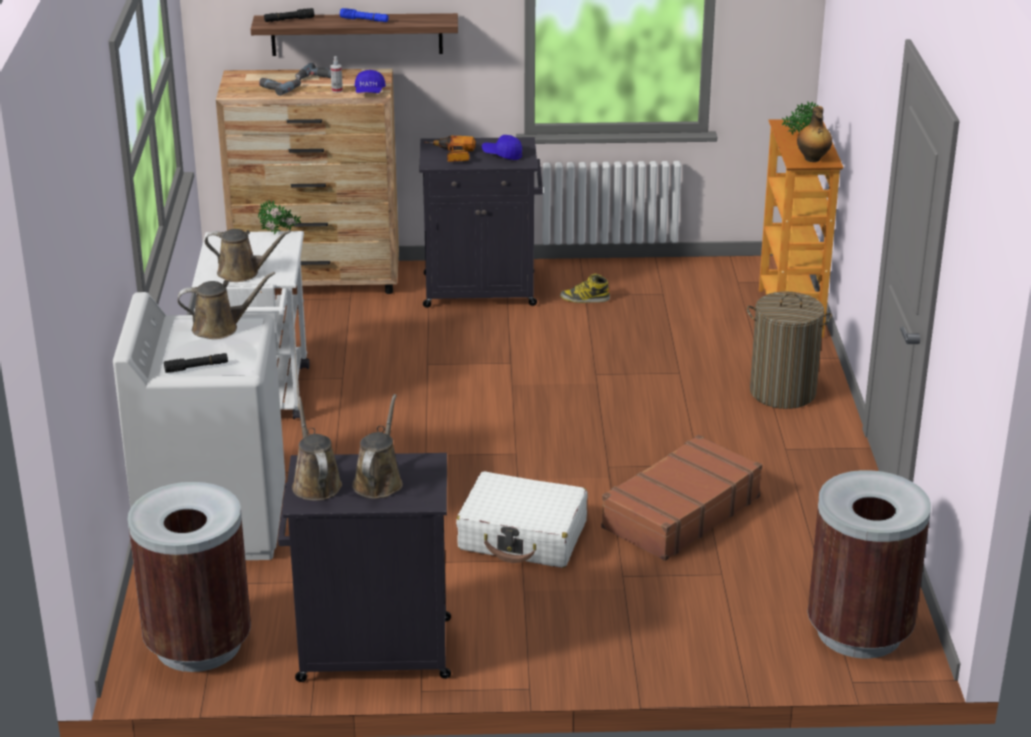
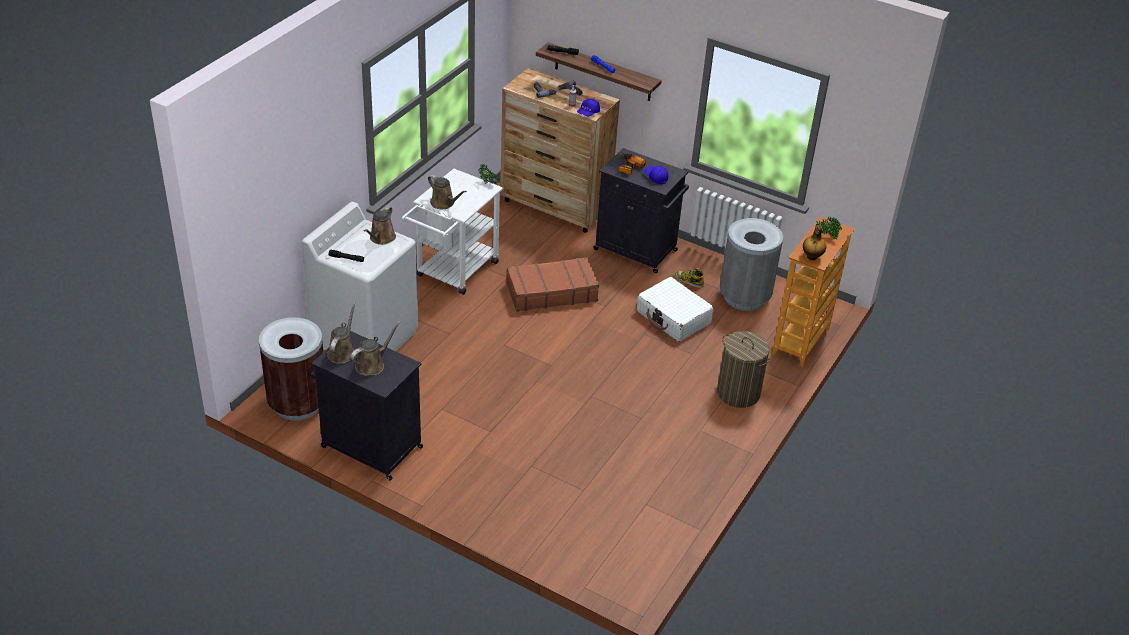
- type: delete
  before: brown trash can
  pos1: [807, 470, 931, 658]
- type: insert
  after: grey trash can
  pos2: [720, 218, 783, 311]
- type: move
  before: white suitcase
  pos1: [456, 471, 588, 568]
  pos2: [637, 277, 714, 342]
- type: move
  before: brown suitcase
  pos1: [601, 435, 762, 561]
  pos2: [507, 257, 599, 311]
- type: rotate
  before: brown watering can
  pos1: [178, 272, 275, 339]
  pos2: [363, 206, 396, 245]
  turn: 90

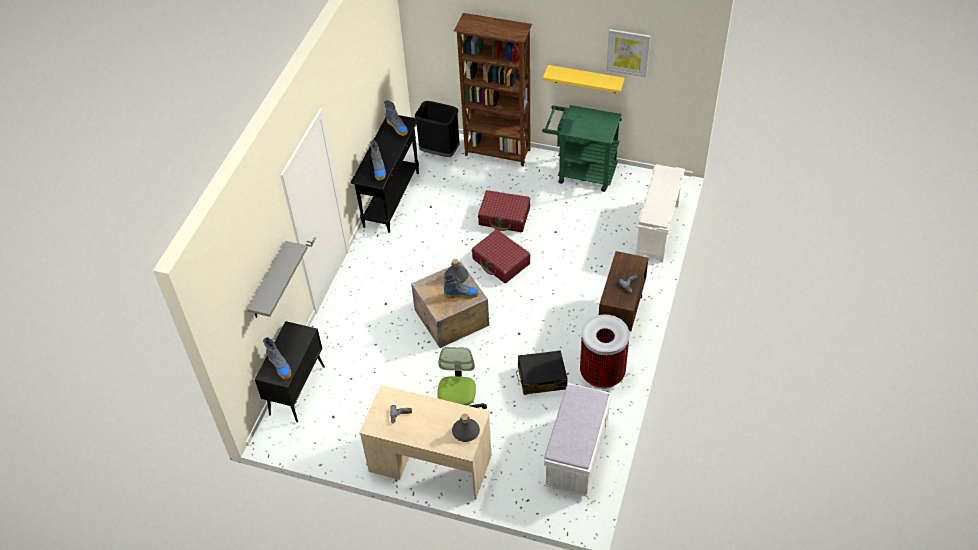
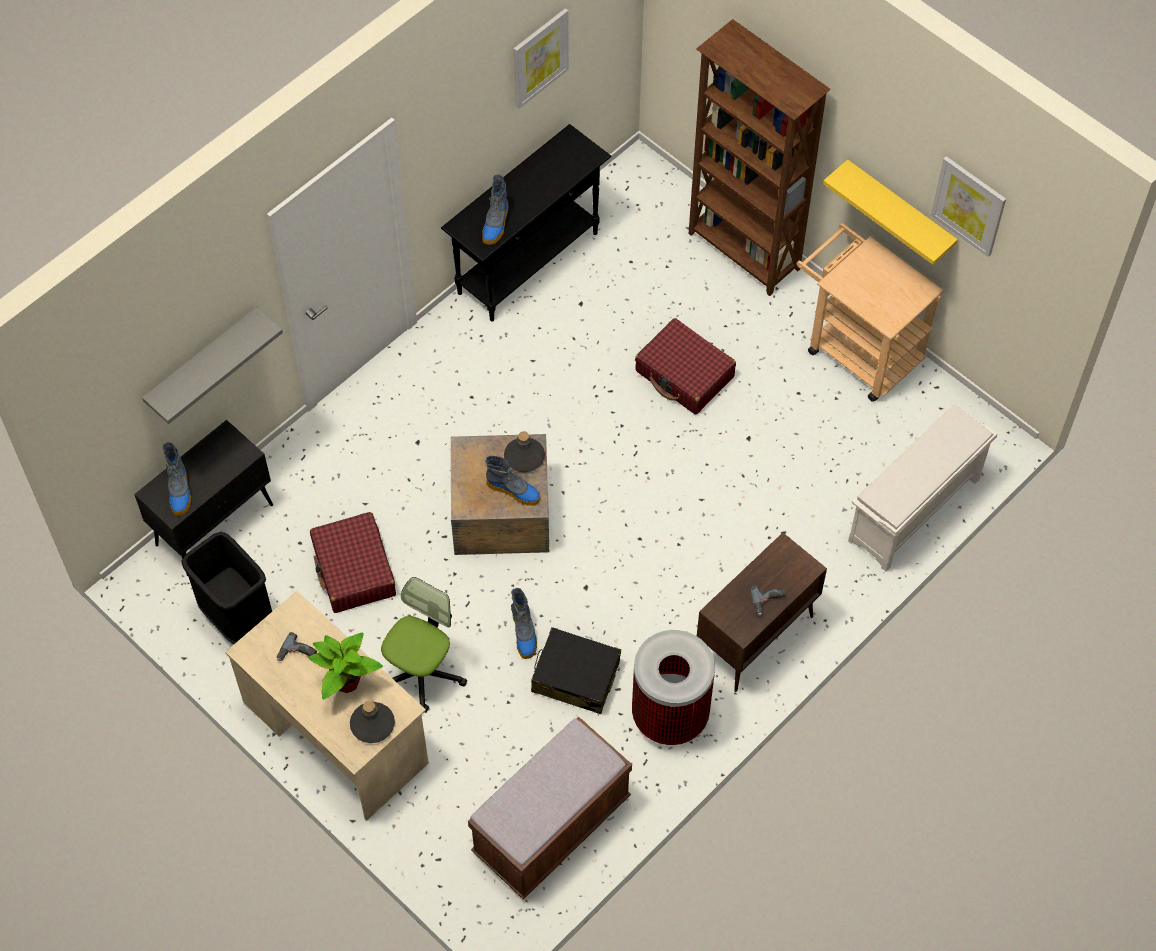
- type: insert
  after: potted plant
  pos2: [308, 633, 383, 699]
- type: insert
  after: picture
  pos2: [514, 8, 569, 109]
- type: move
  before: boot
  pos1: [384, 100, 408, 136]
  pos2: [511, 588, 537, 659]
- type: move
  before: black trash can
  pos1: [415, 101, 459, 157]
  pos2: [181, 531, 272, 645]
- type: move
  before: red suitcase
  pos1: [472, 229, 530, 283]
  pos2: [310, 512, 396, 613]
- type: recolor
  before: green cart
  after: beige cart
  pos1: [542, 105, 622, 192]
  pos2: [797, 223, 944, 402]
- type: recolor
  before: white bench
  after: brown bench
  pos1: [544, 383, 612, 497]
  pos2: [468, 717, 632, 900]

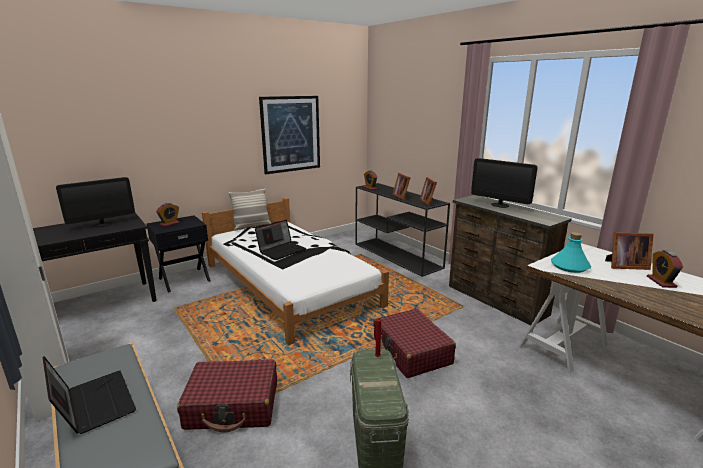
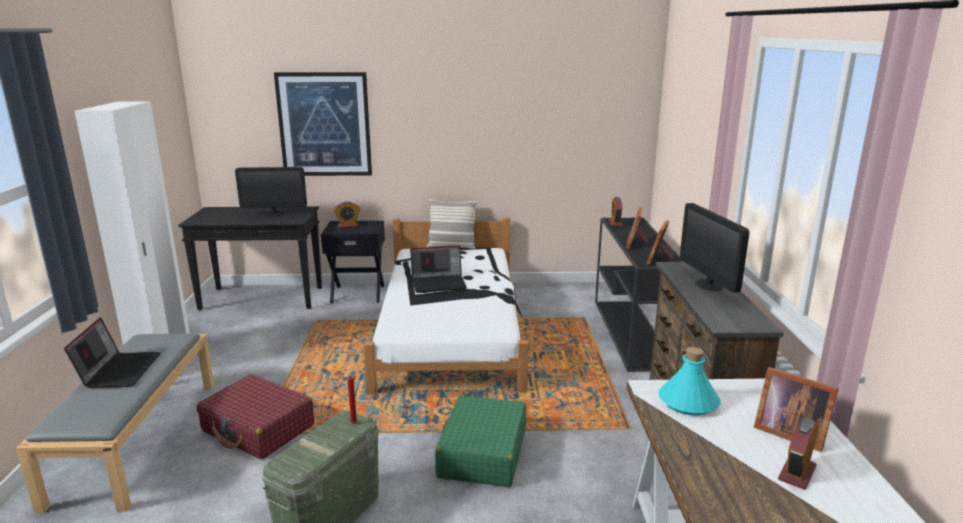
- type: move
  before: picture
  pos1: [259, 96, 320, 175]
  pos2: [274, 72, 372, 176]
- type: recolor
  before: red suitcase
  after: green suitcase
  pos1: [373, 309, 456, 378]
  pos2: [435, 395, 526, 487]

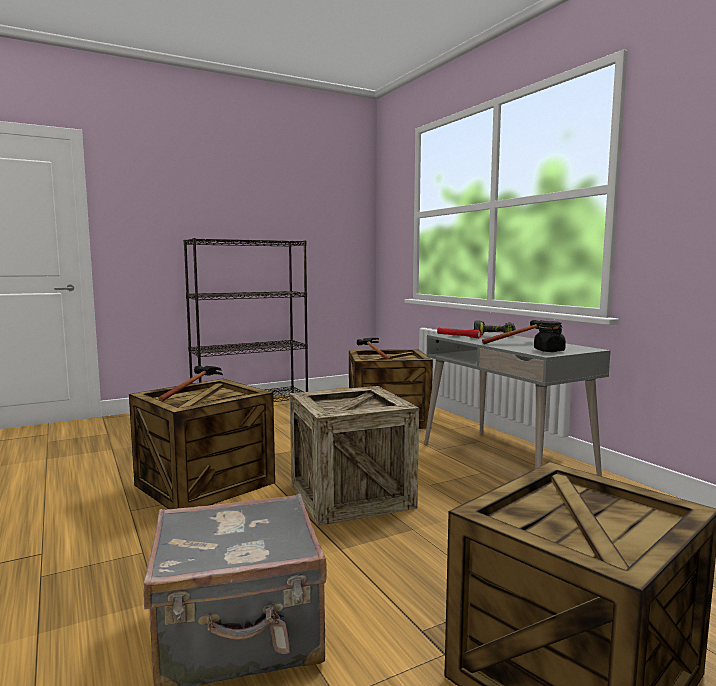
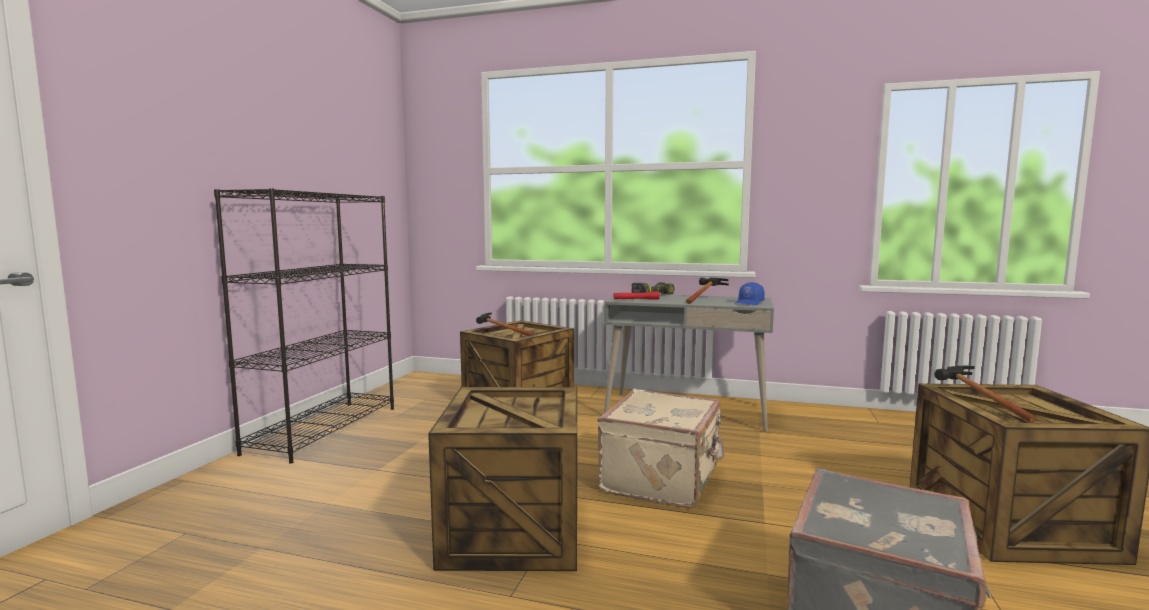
- type: move
  before: hammer
  pos1: [159, 366, 223, 401]
  pos2: [935, 366, 1037, 423]
- type: replace
  before: crate
  after: beige suitcase
  pos1: [290, 386, 419, 526]
  pos2: [598, 389, 724, 508]
- type: replace
  before: black jar
  after: blue cap
  pos1: [534, 321, 566, 352]
  pos2: [735, 282, 765, 305]

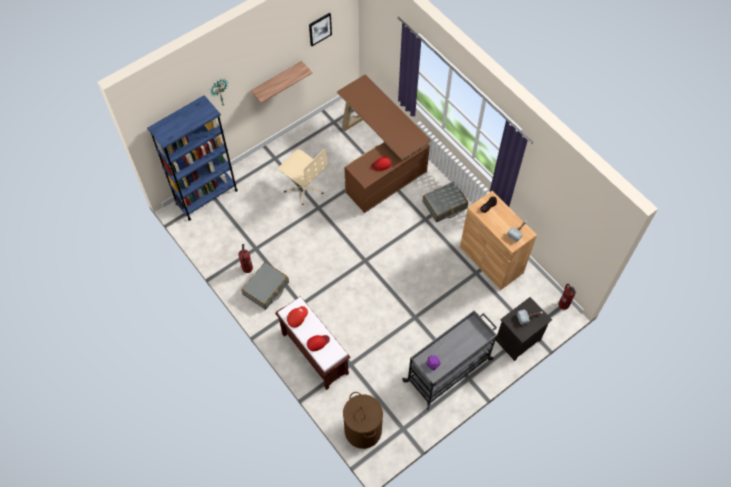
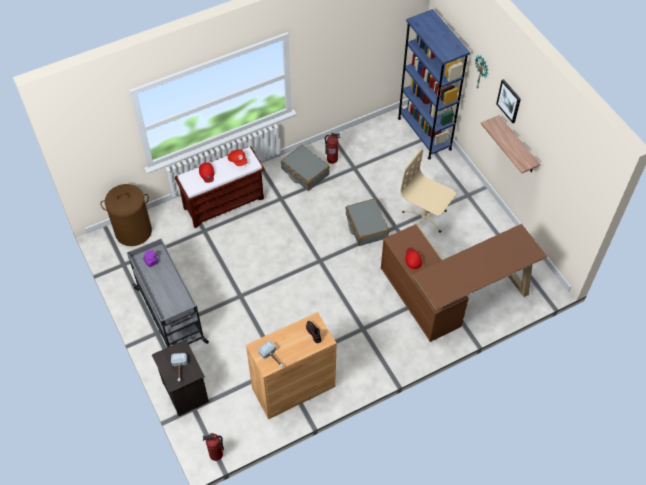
- type: move
  before: picture
  pos1: [309, 13, 332, 46]
  pos2: [496, 79, 521, 123]
- type: move
  before: grey suitcase
  pos1: [423, 182, 468, 222]
  pos2: [346, 199, 389, 246]
- type: rotate
  before: beige office chair
  pos1: [278, 149, 328, 205]
  pos2: [400, 149, 456, 233]
  turn: 75

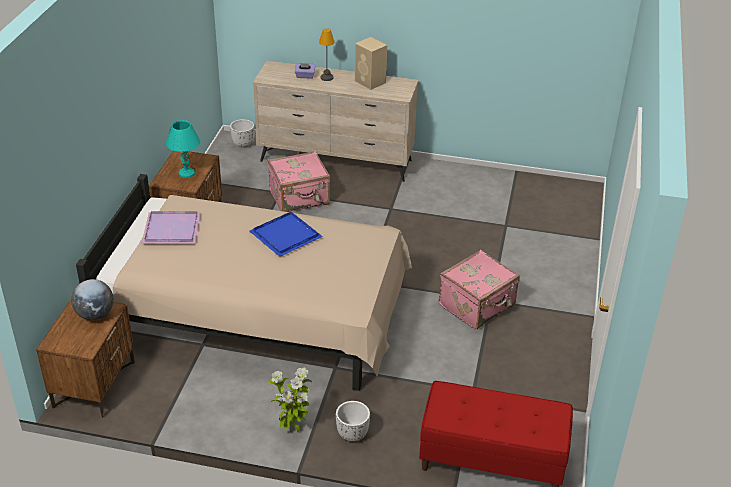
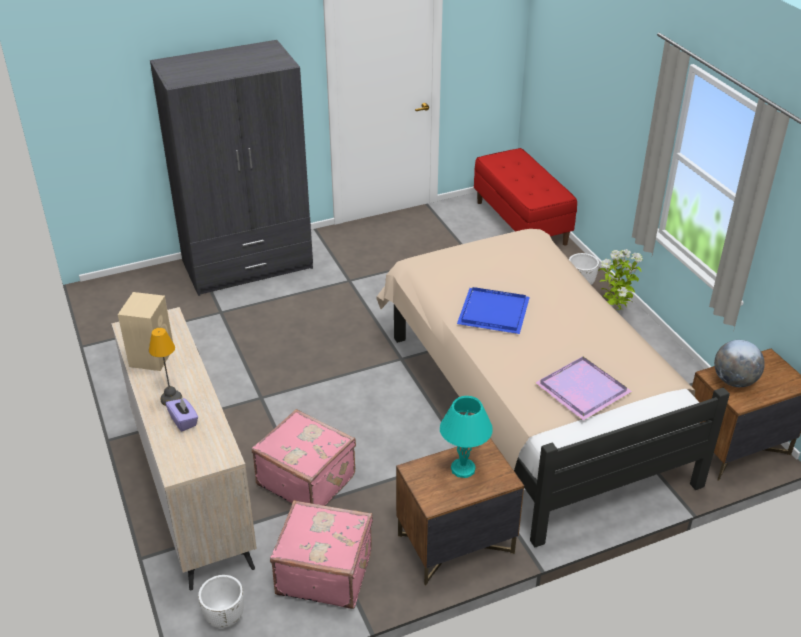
- type: insert
  after: grey wardrobe
  pos2: [150, 40, 313, 296]
- type: move
  before: pink suitcase
  pos1: [439, 250, 520, 329]
  pos2: [270, 500, 373, 609]

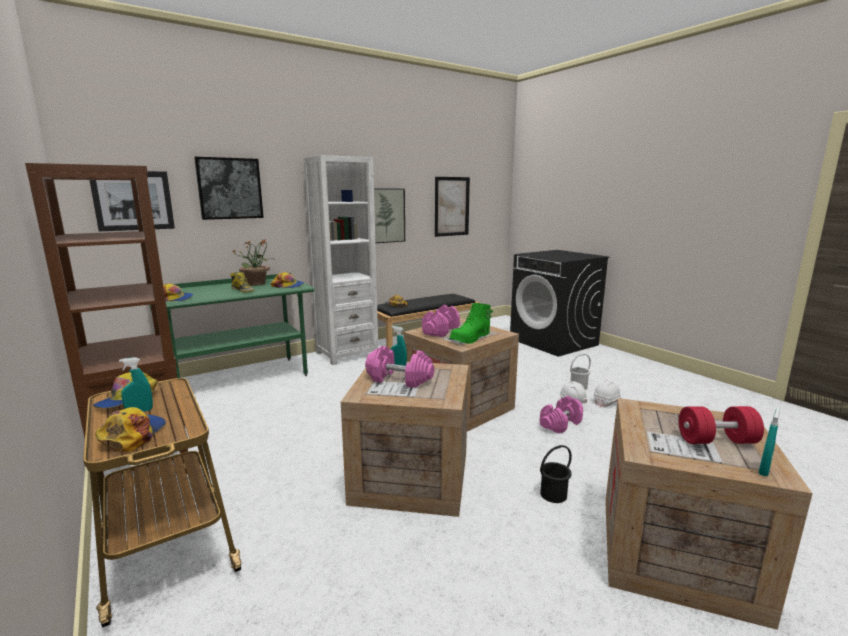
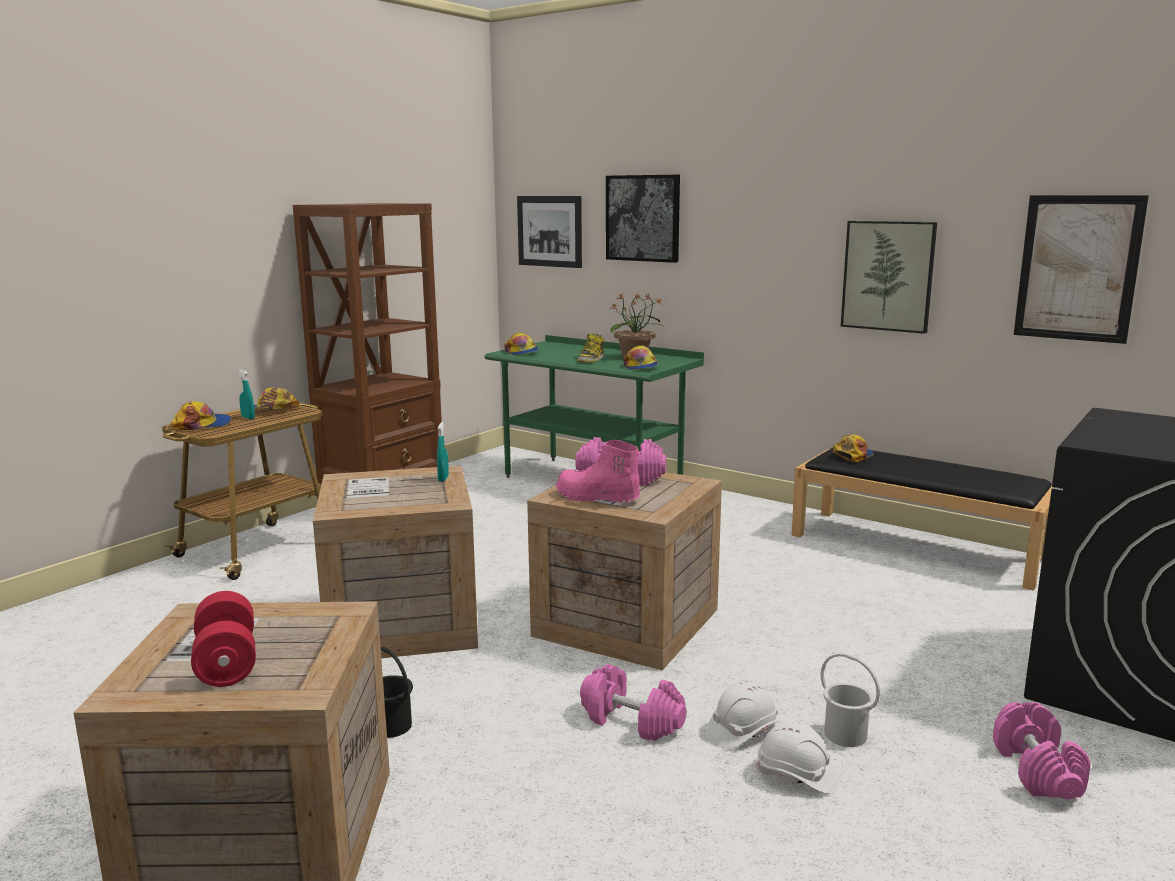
- type: delete
  before: white bookcase
  pos1: [304, 155, 378, 365]
- type: delete
  before: turquoise spray bottle
  pos1: [758, 408, 780, 476]
- type: move
  before: pink dumbbell
  pos1: [365, 346, 434, 388]
  pos2: [993, 702, 1091, 800]
- type: recolor
  before: green boot
  after: pink boot
  pos1: [450, 303, 493, 344]
  pos2: [556, 440, 640, 503]

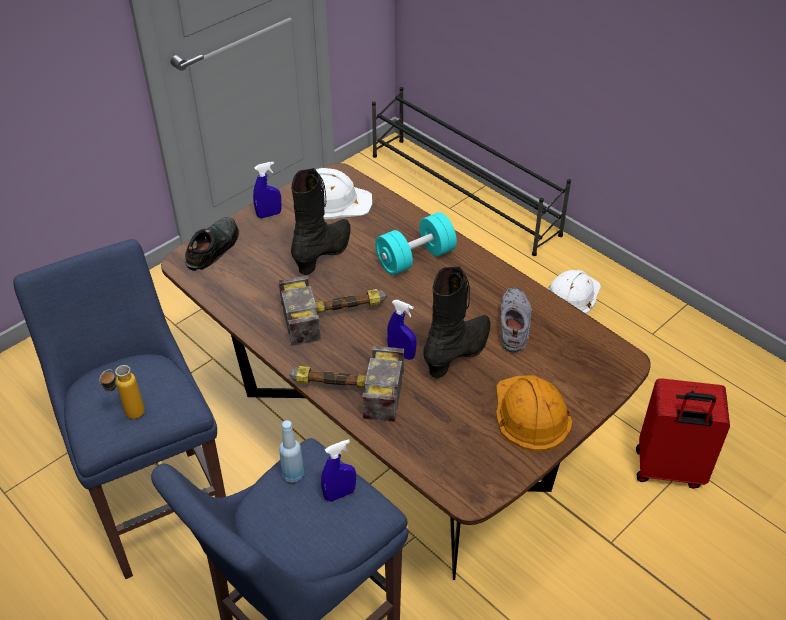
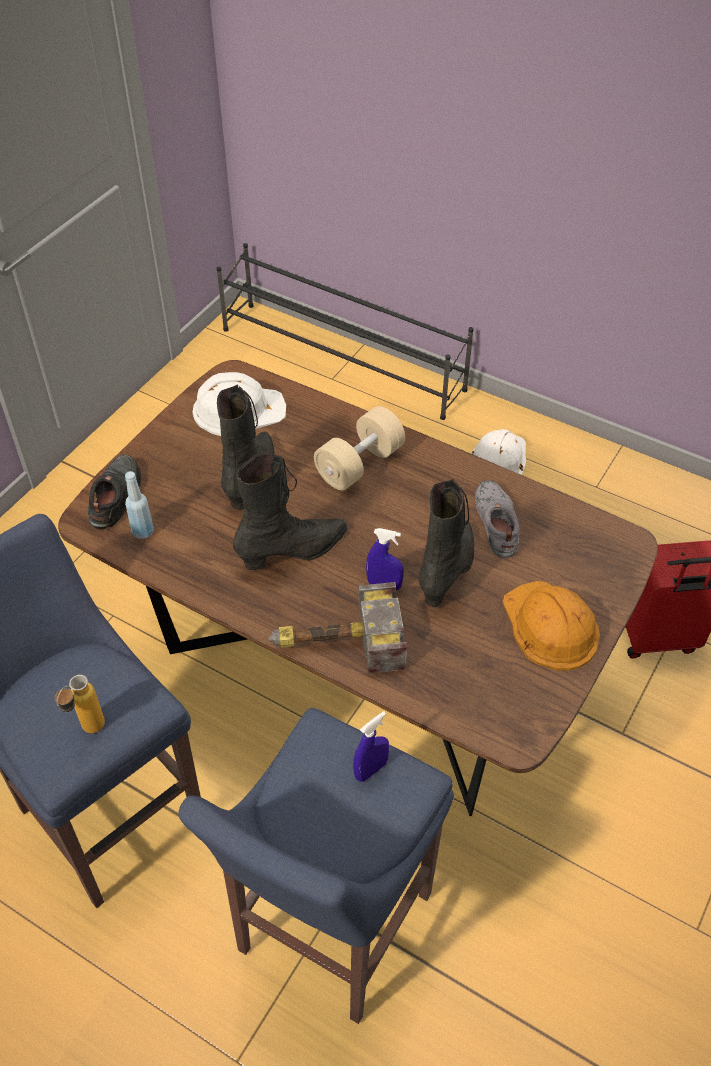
- type: delete
  before: blue spray bottle
  pos1: [253, 162, 282, 218]
- type: move
  before: blue bottle
  pos1: [279, 420, 304, 483]
  pos2: [125, 471, 154, 539]
- type: replace
  before: hammer
  after: black boot
  pos1: [279, 276, 387, 346]
  pos2: [233, 452, 348, 570]
- type: recolor
  before: turquoise dumbbell
  after: beige dumbbell
  pos1: [375, 212, 457, 275]
  pos2: [314, 406, 405, 490]

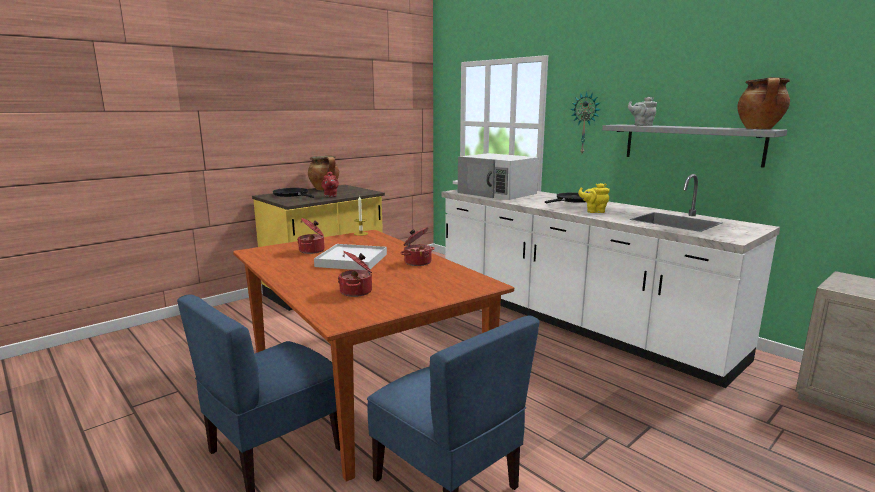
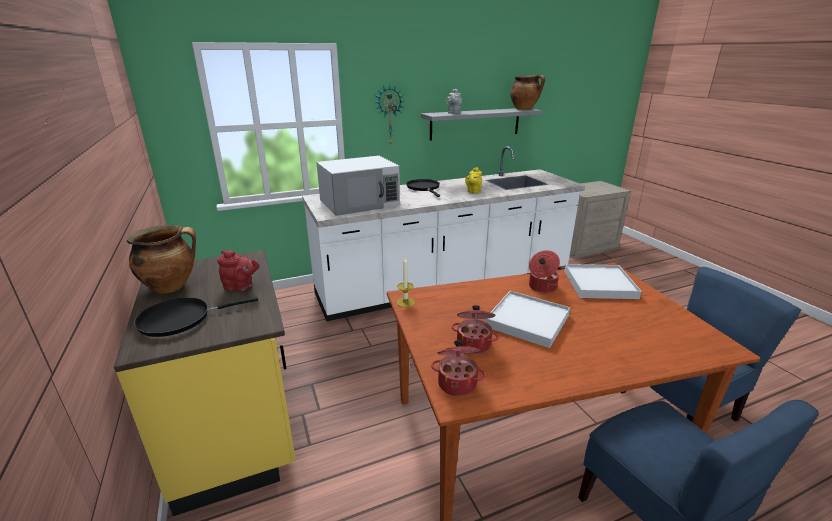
- type: insert
  after: white tray
  pos2: [564, 264, 642, 299]
- type: move
  before: cooking pot
  pos1: [338, 251, 372, 297]
  pos2: [431, 340, 486, 396]

